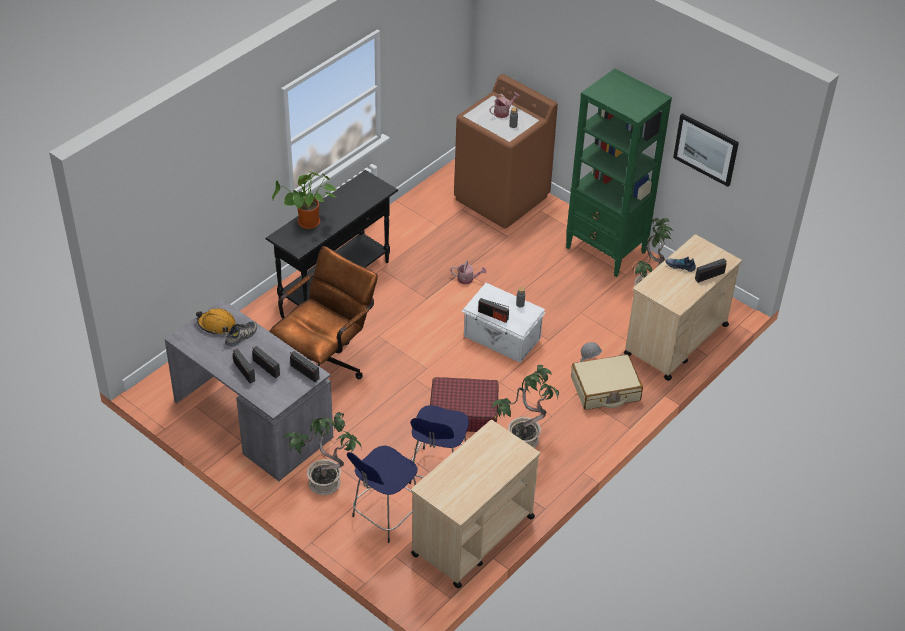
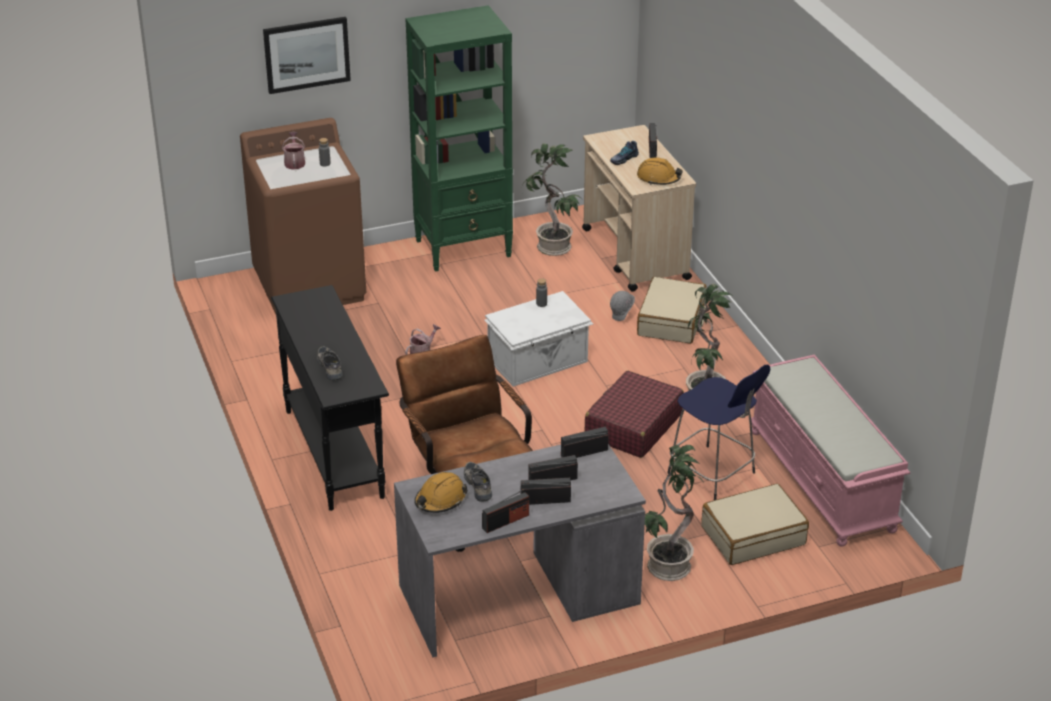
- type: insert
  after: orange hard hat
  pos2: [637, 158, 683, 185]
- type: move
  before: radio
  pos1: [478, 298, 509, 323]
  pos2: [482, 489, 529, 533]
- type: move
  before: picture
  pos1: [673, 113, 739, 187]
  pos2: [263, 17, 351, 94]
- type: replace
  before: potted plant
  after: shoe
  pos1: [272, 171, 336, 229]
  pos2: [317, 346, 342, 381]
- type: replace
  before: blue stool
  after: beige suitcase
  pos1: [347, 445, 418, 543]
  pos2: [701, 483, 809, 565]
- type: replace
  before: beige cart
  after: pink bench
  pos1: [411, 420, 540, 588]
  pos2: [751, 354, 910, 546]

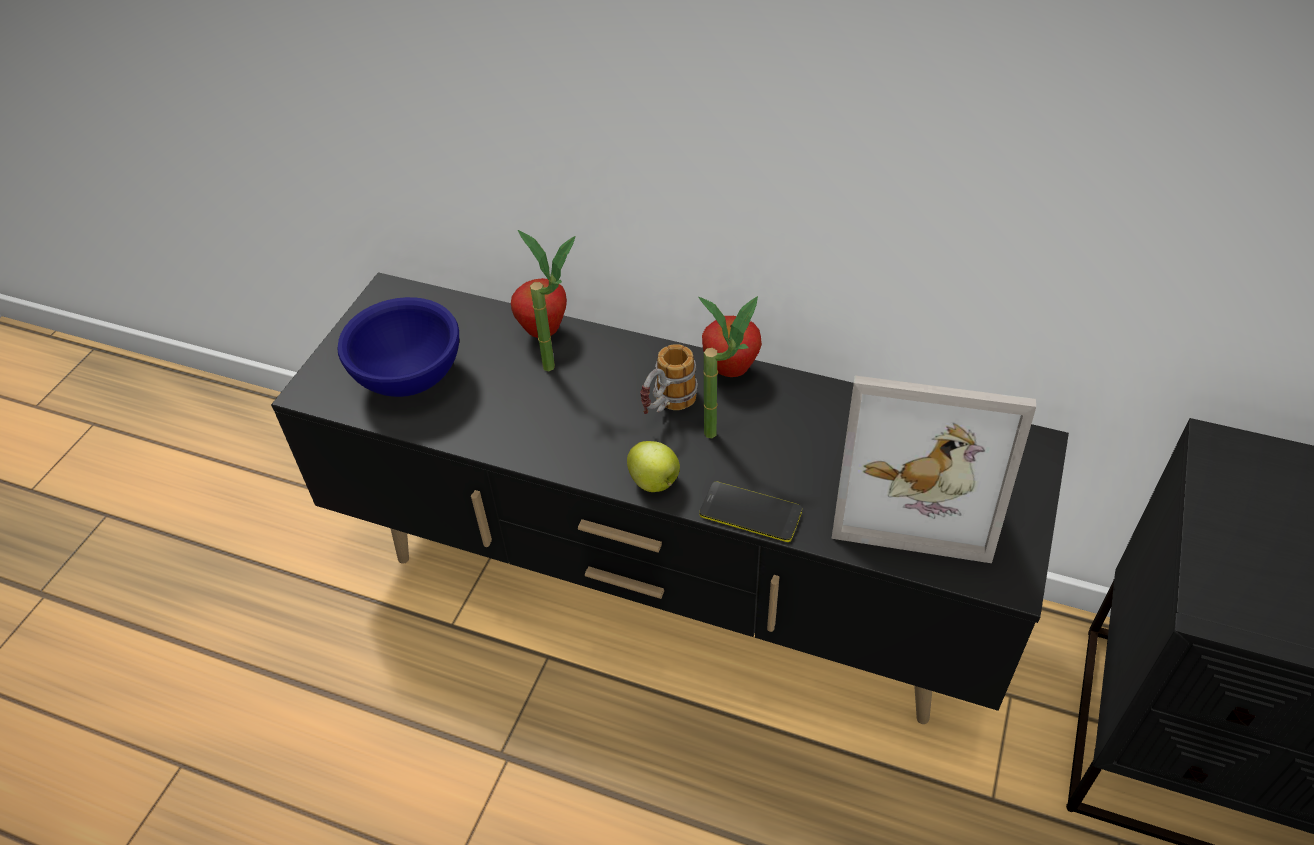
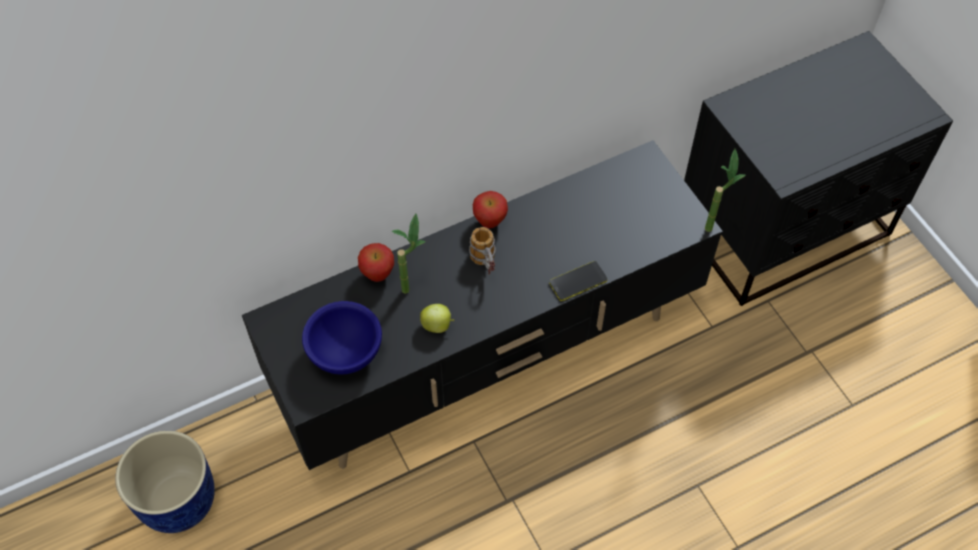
- type: delete
  before: picture frame
  pos1: [831, 376, 1036, 563]
- type: insert
  after: blue planter
  pos2: [115, 431, 215, 533]
- type: move
  before: apple
  pos1: [627, 441, 680, 492]
  pos2: [420, 304, 454, 333]
- type: move
  before: potted plant
  pos1: [699, 296, 758, 438]
  pos2: [705, 149, 746, 232]

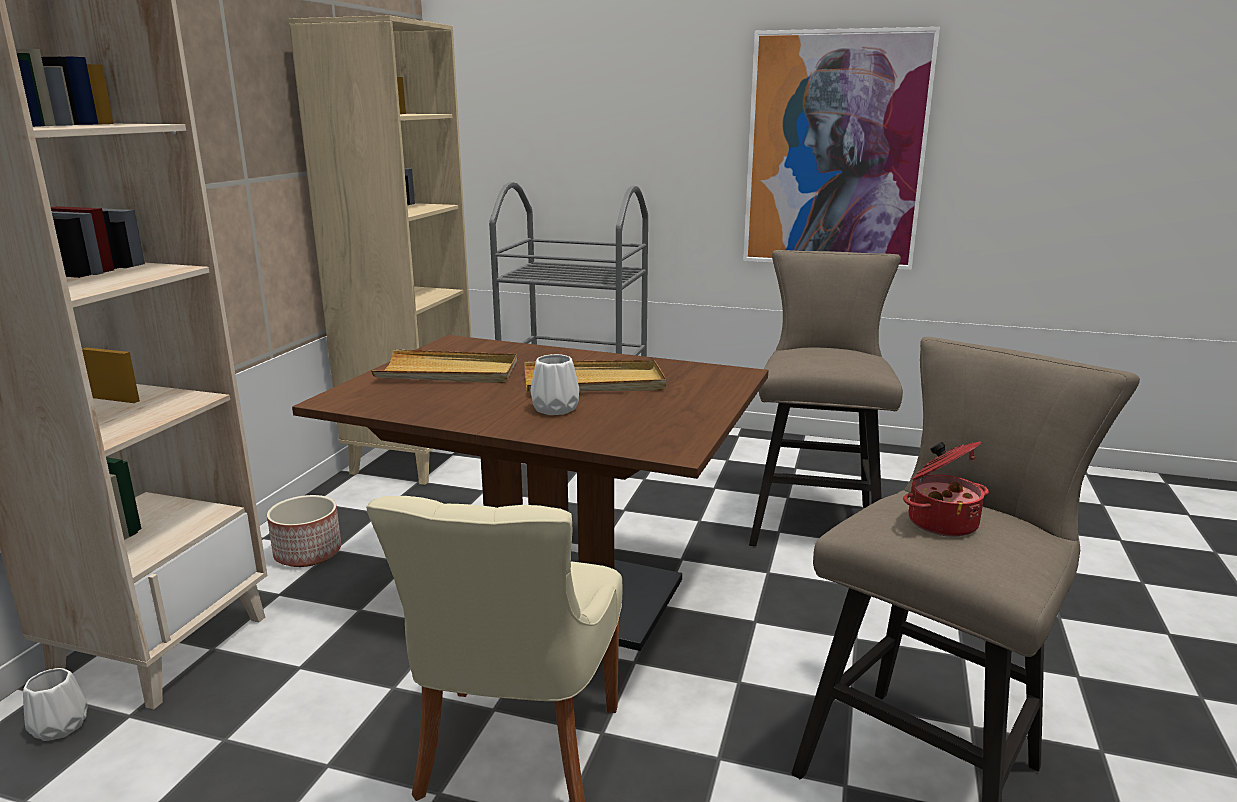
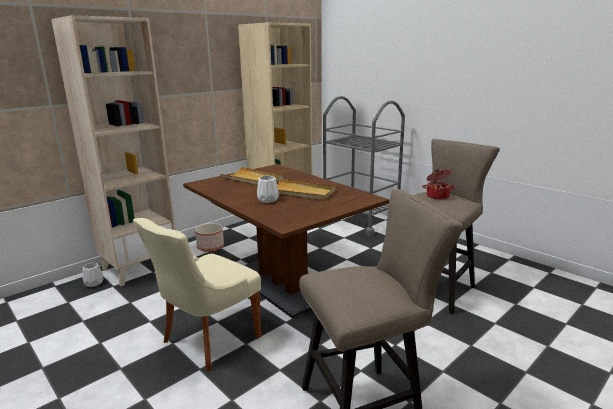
- type: delete
  before: picture
  pos1: [743, 27, 940, 270]
- type: move
  before: cooking pot
  pos1: [903, 441, 989, 537]
  pos2: [422, 169, 455, 200]

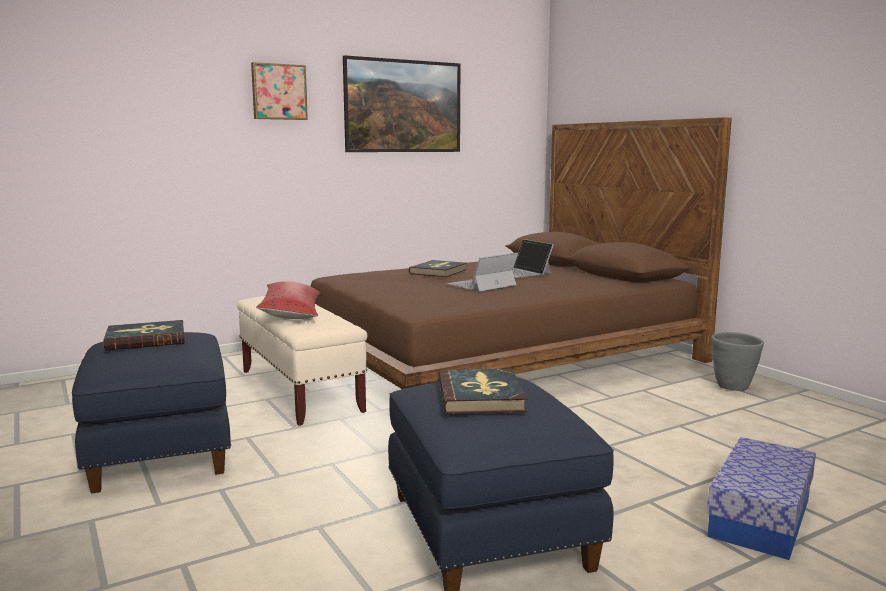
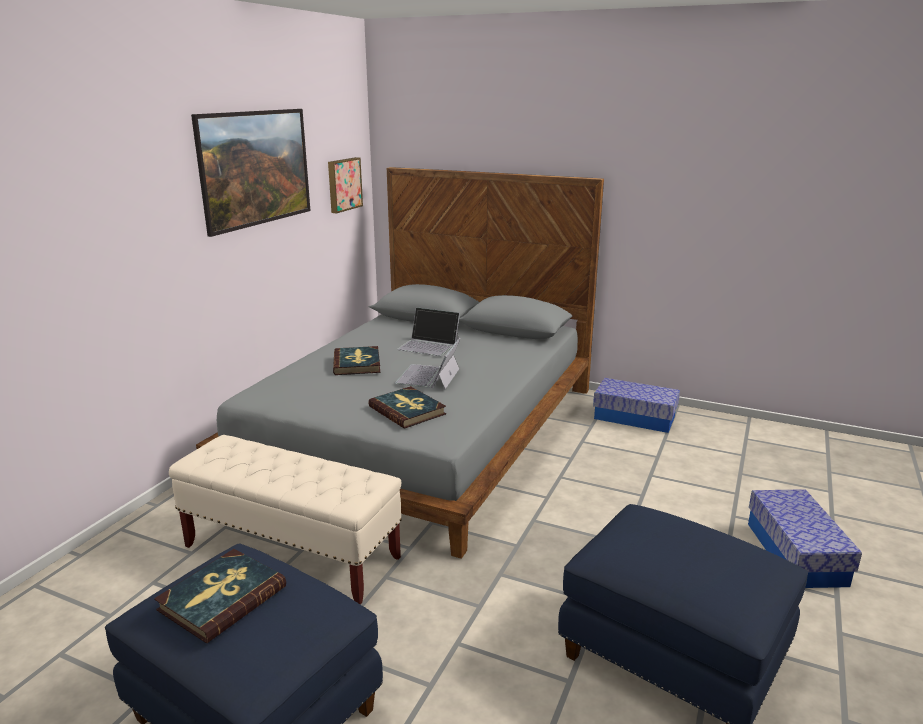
- type: delete
  before: red pillow
  pos1: [256, 281, 320, 319]
- type: move
  before: picture
  pos1: [251, 62, 308, 120]
  pos2: [328, 157, 363, 213]
- type: move
  before: book
  pos1: [439, 369, 527, 414]
  pos2: [368, 386, 446, 429]
- type: replace
  before: grey planter
  after: storage box
  pos1: [712, 332, 764, 391]
  pos2: [593, 378, 680, 433]
- type: recolor
  before: brown bed
  after: grey bed
  pos1: [311, 117, 732, 389]
  pos2: [196, 167, 604, 559]

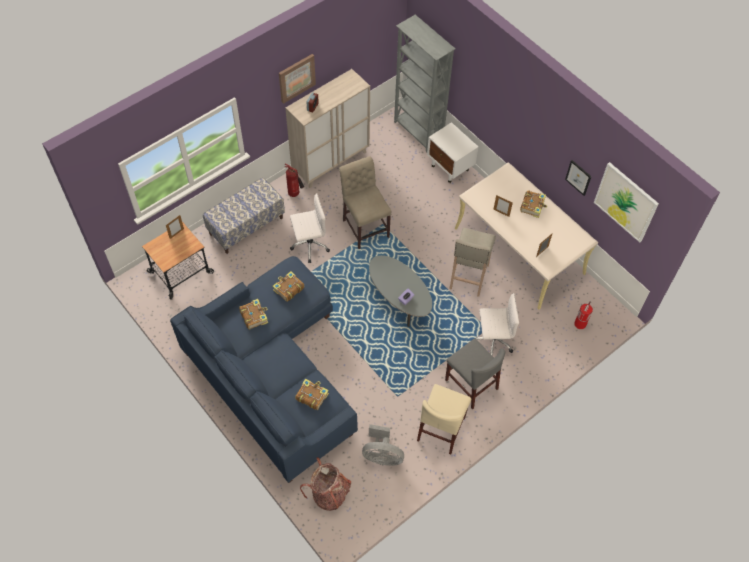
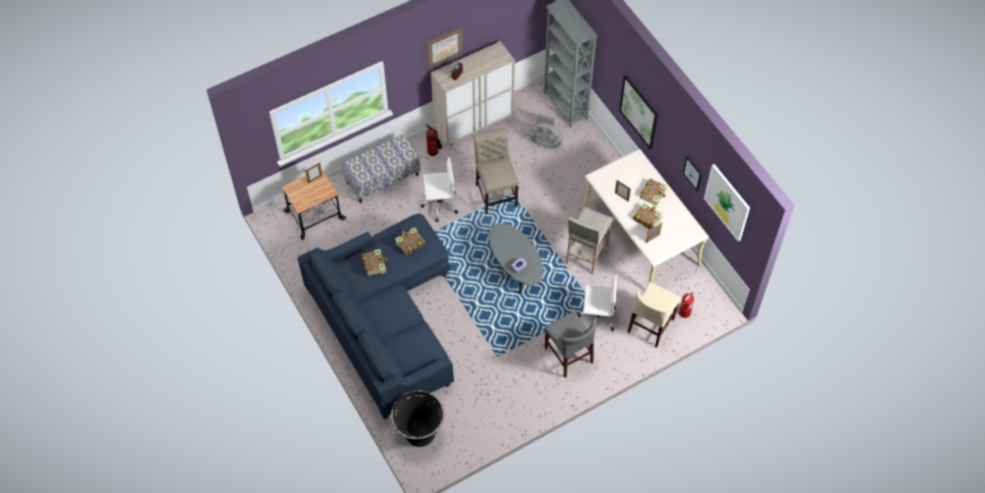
- type: delete
  before: white nightstand
  pos1: [427, 122, 478, 183]
- type: insert
  after: picture
  pos2: [619, 75, 658, 149]
- type: move
  before: book
  pos1: [295, 379, 329, 410]
  pos2: [633, 202, 663, 229]
- type: move
  before: grey fan
  pos1: [362, 424, 404, 466]
  pos2: [529, 113, 563, 149]
- type: move
  before: beige chair
  pos1: [417, 384, 472, 454]
  pos2: [628, 282, 681, 348]
- type: replace
  before: backpack
  after: black planter
  pos1: [300, 457, 351, 511]
  pos2: [391, 390, 444, 447]

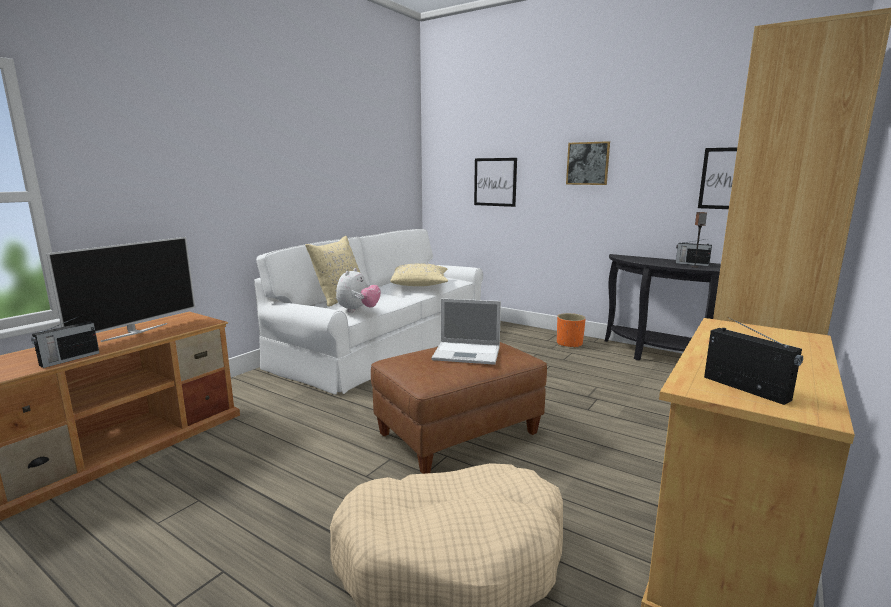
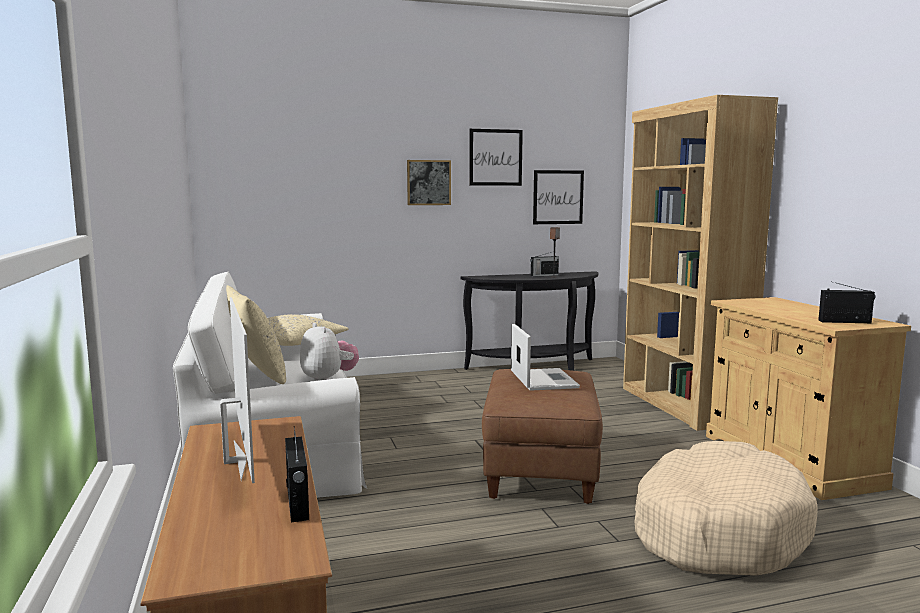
- type: delete
  before: orange planter
  pos1: [557, 313, 586, 348]
- type: move
  before: picture
  pos1: [474, 158, 517, 207]
  pos2: [469, 129, 523, 186]
- type: rotate
  before: laptop
  pos1: [431, 298, 501, 365]
  pos2: [511, 324, 580, 391]
  turn: -60

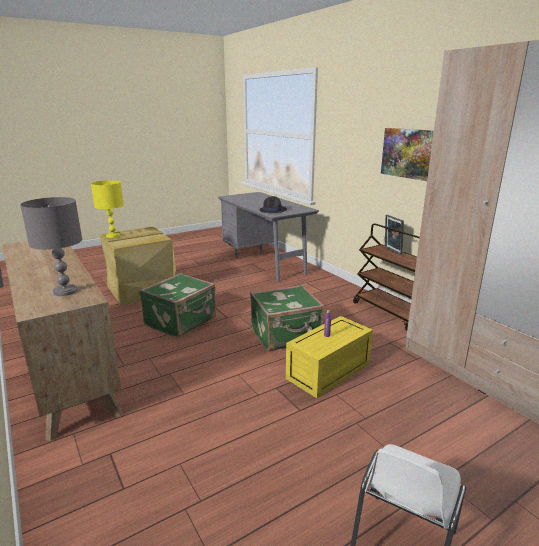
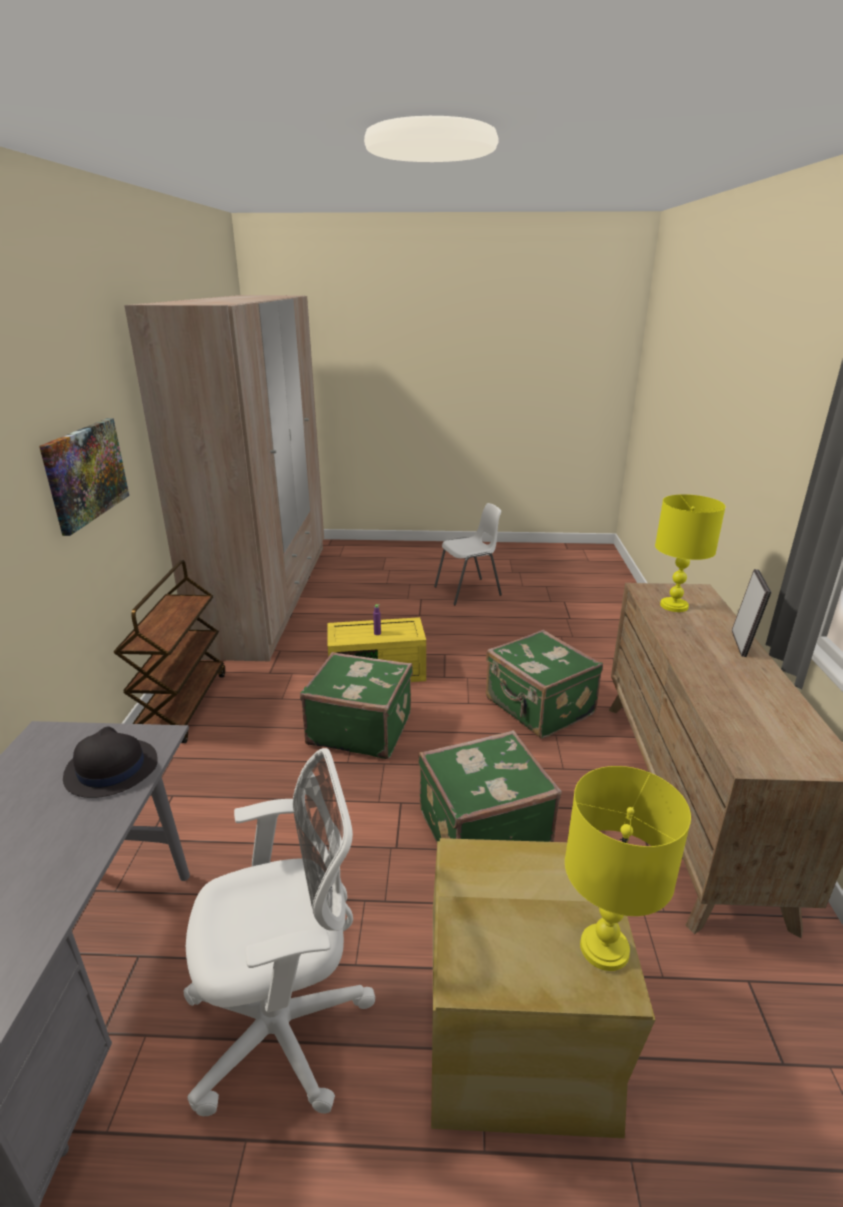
- type: insert
  after: white office chair
  pos2: [184, 748, 376, 1116]
- type: insert
  after: green suitcase
  pos2: [486, 630, 603, 738]
- type: move
  before: picture frame
  pos1: [385, 215, 404, 255]
  pos2: [732, 569, 772, 657]
- type: recolor
  before: grey table lamp
  after: yellow table lamp
  pos1: [20, 197, 82, 296]
  pos2: [655, 494, 726, 612]

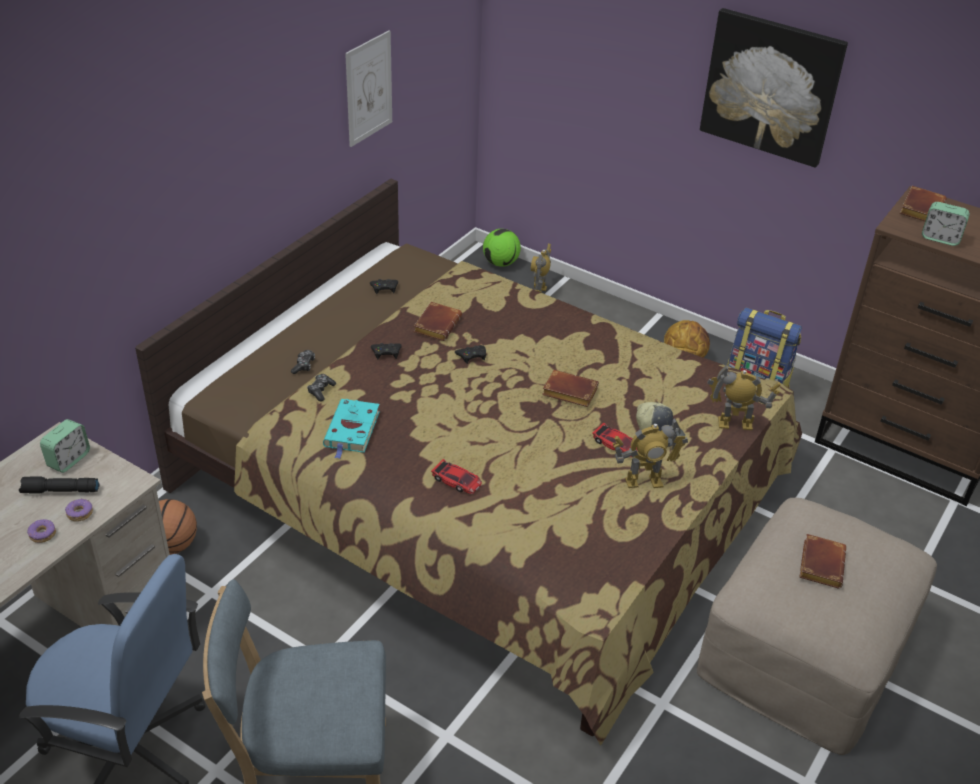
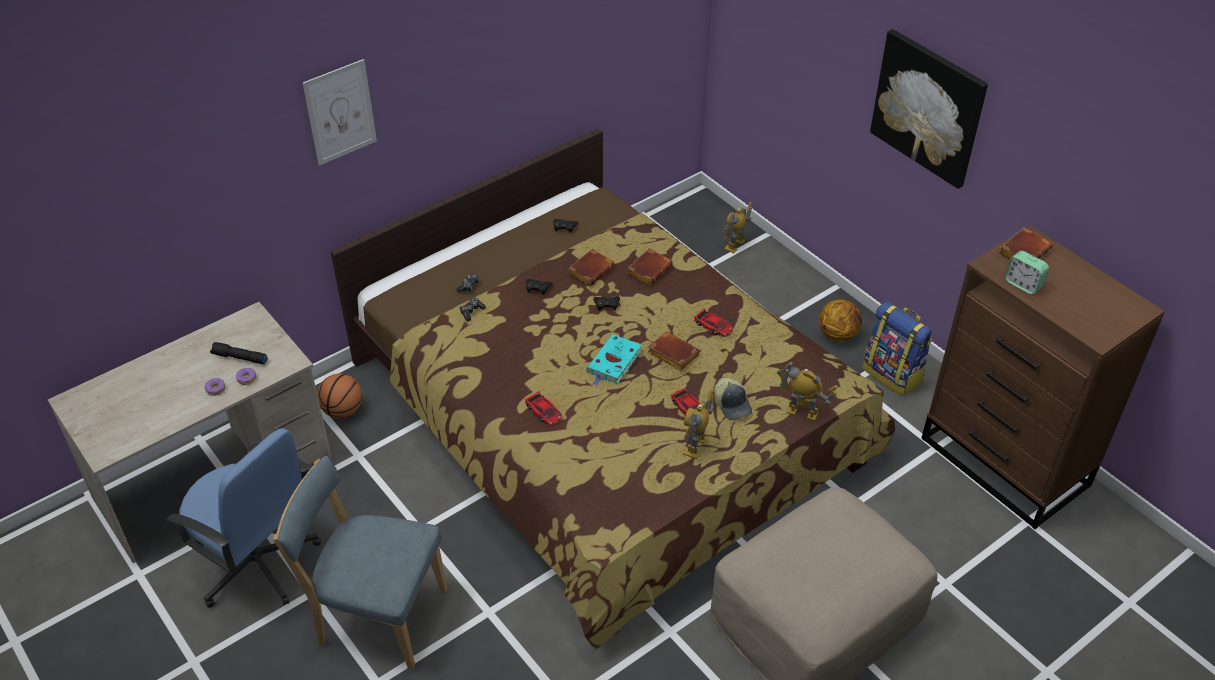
- type: delete
  before: alarm clock
  pos1: [40, 419, 90, 473]
- type: delete
  before: football
  pos1: [483, 229, 521, 267]
- type: insert
  after: toy car
  pos2: [694, 309, 733, 337]
- type: move
  before: turquoise book
  pos1: [323, 399, 380, 459]
  pos2: [586, 334, 642, 386]
- type: move
  before: picture
  pos1: [345, 30, 392, 147]
  pos2: [303, 59, 377, 165]
- type: move
  before: brown book
  pos1: [799, 534, 846, 588]
  pos2: [627, 248, 673, 286]
- type: rotate
  before: toy robot
  pos1: [612, 418, 688, 488]
  pos2: [683, 390, 714, 459]
  turn: 105

